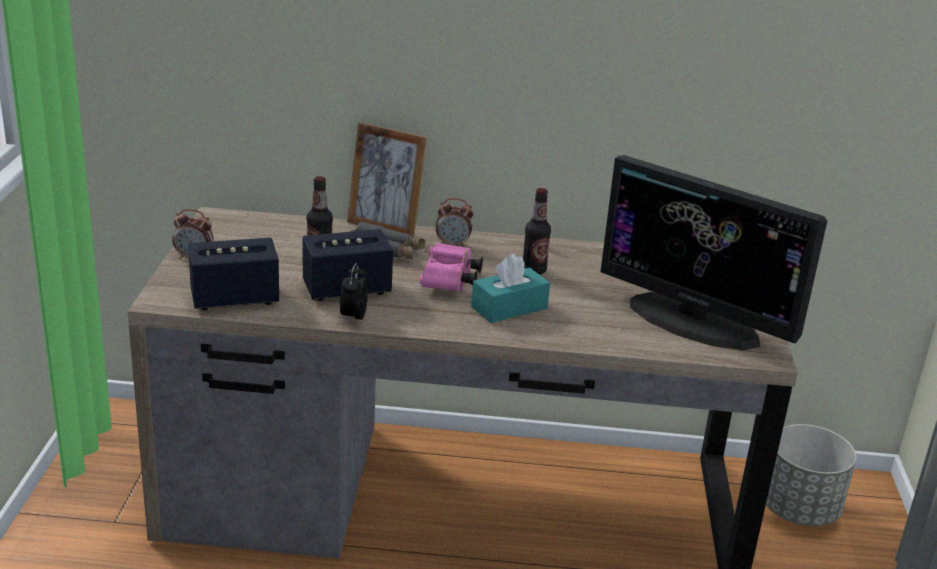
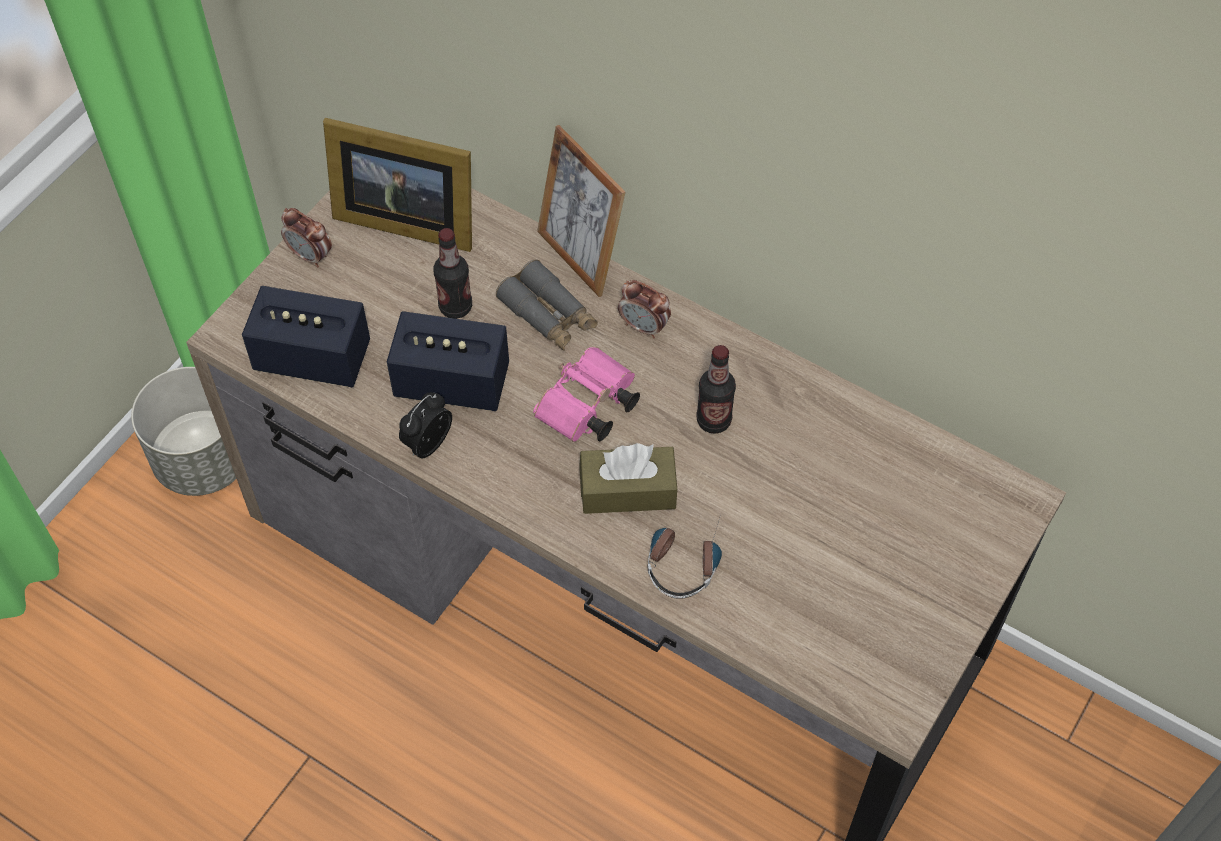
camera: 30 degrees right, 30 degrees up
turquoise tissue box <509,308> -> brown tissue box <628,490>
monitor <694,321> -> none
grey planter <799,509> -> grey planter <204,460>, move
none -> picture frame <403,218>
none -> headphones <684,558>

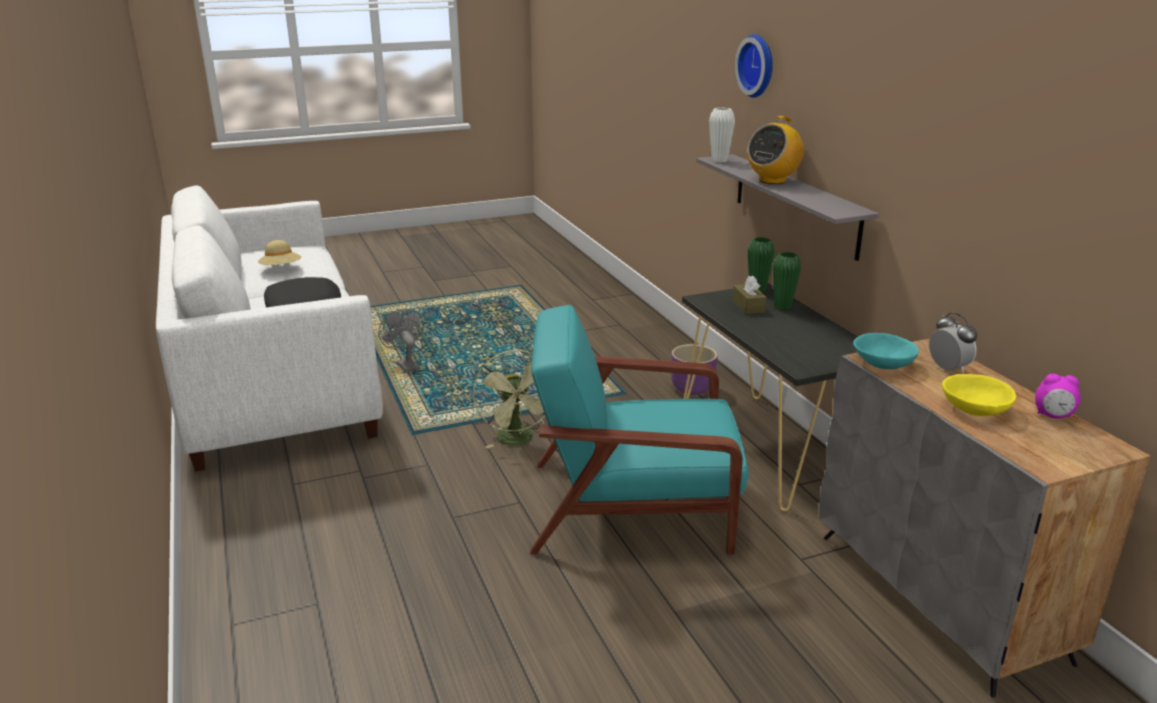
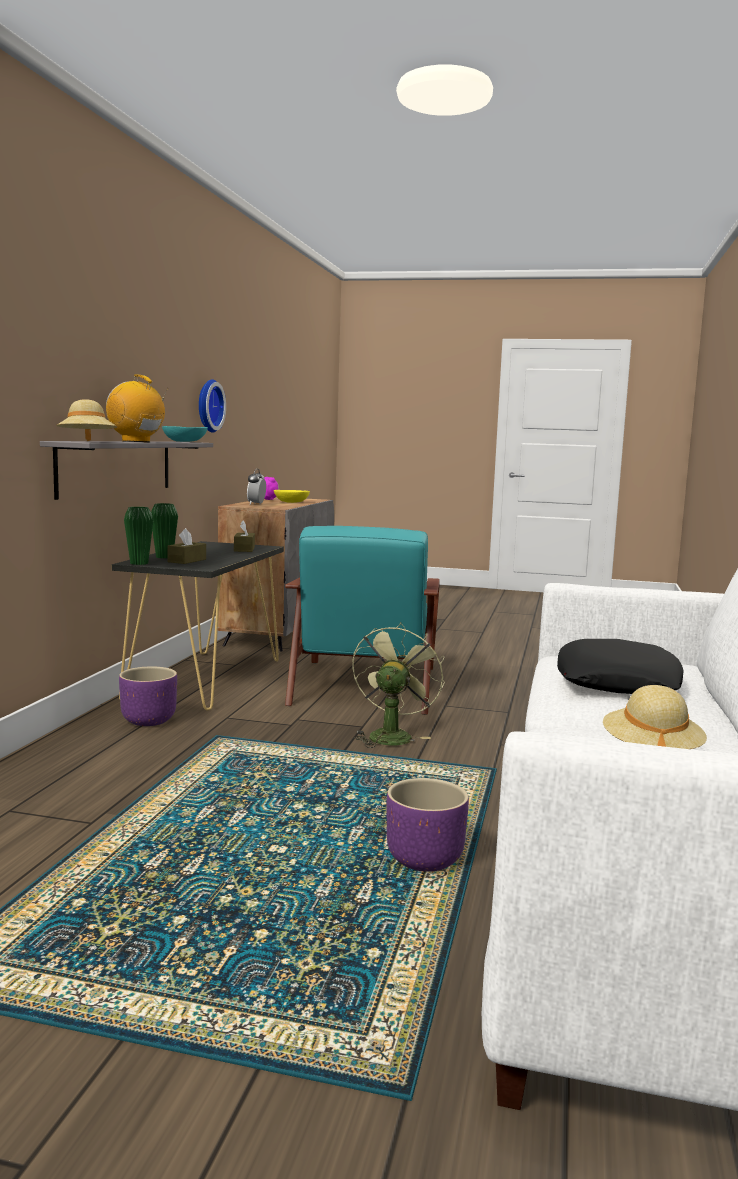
camera: 145 degrees left, 15 degrees down
grey fan <405,365> -> purple planter <425,860>
turquoise armchair <634,506> -> turquoise armchair <365,684>, 60 degrees clockwise
white vase <719,160> -> beige hat <87,441>
wall clock <758,65> -> wall clock <207,406>, move
radio <772,180> -> radio <136,441>, 135 degrees counterclockwise
turquoise bowl <882,363> -> turquoise bowl <185,441>, move
none -> brown tissue box <244,549>

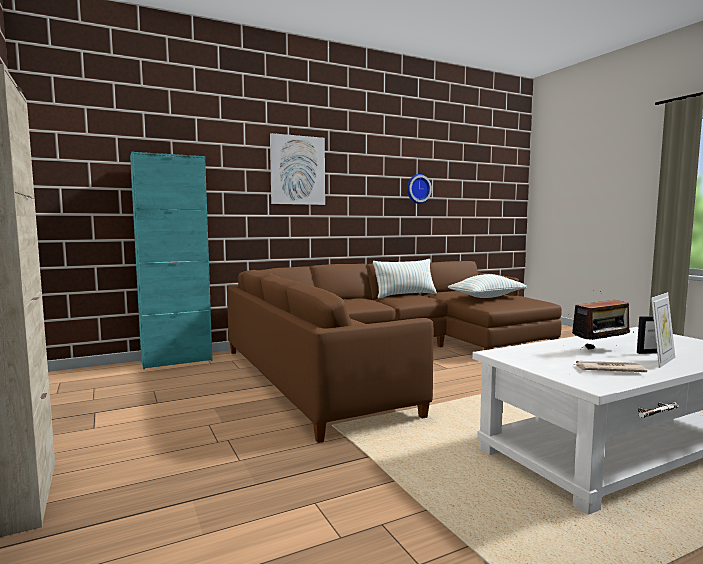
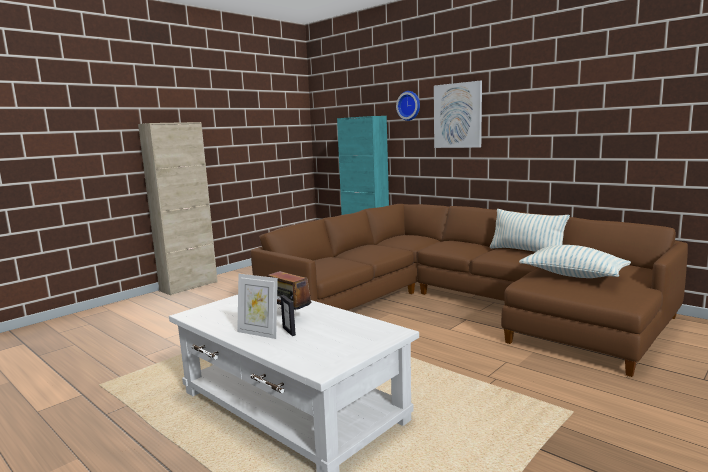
camera: 70 degrees right, 5 degrees up
wall clock <417,189> -> wall clock <409,105>, move
newspaper <607,369> -> none

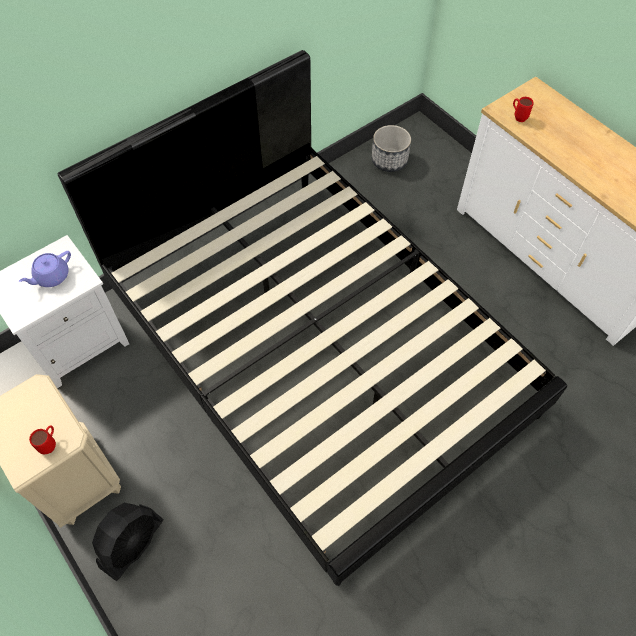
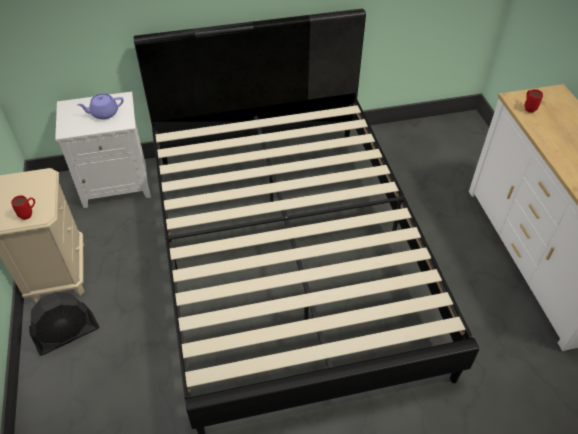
camera: 25 degrees right, 10 degrees down
planter <389,160> -> none

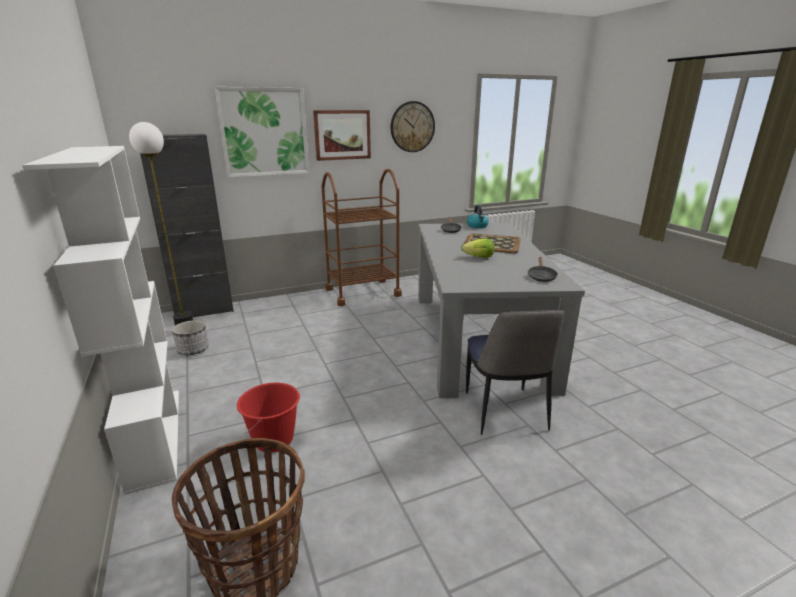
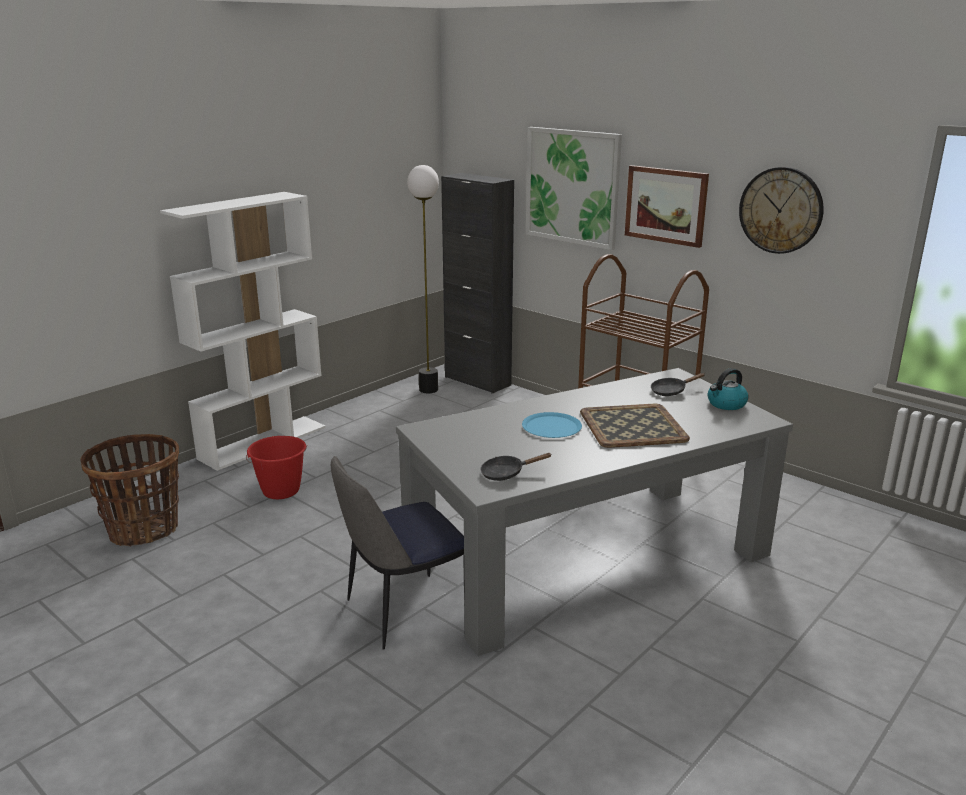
camera: 65 degrees right, 0 degrees up
planter <193,350> -> none
lettuce <479,257> -> blue plate <551,427>

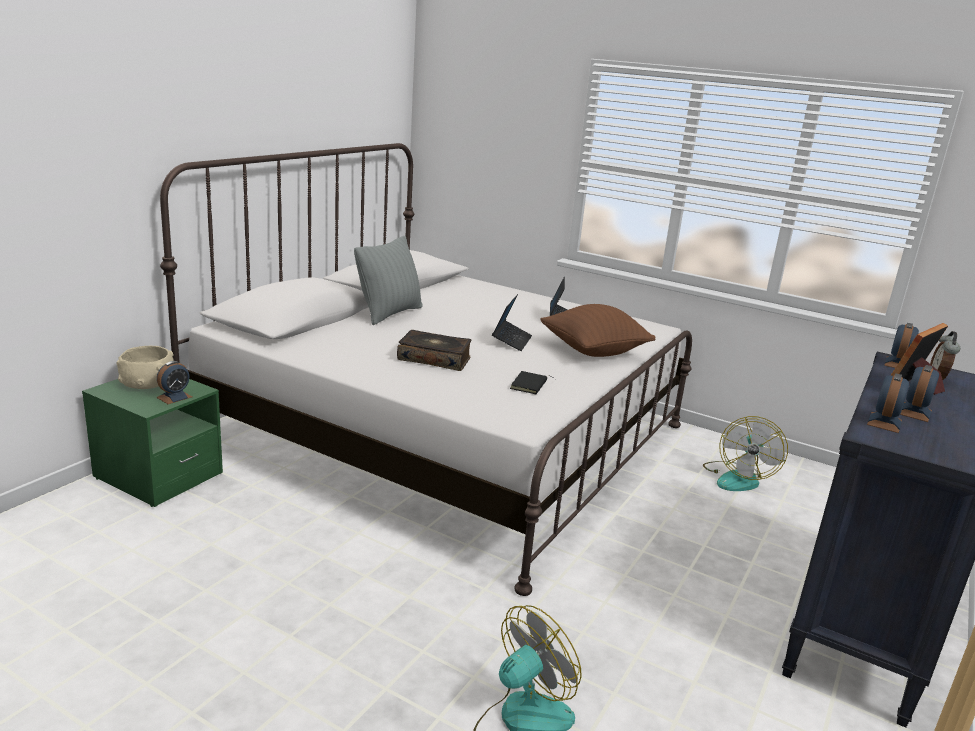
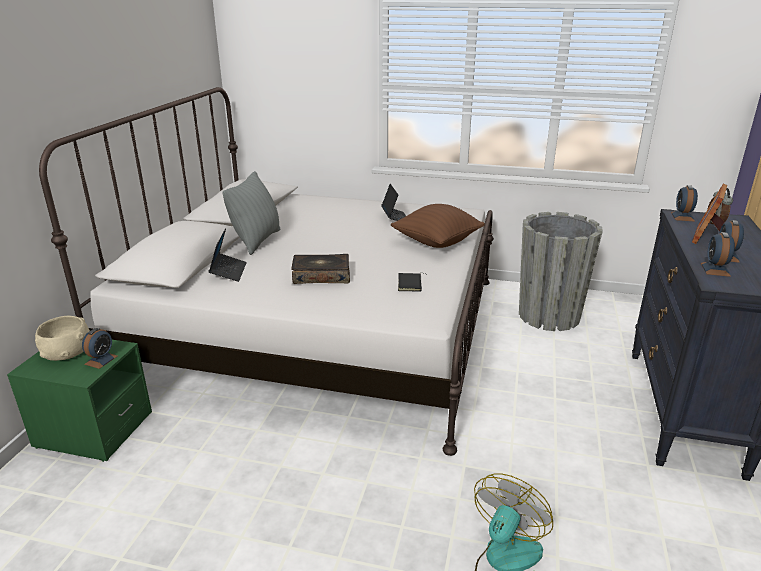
camera: 15 degrees left, 5 degrees up
laptop <511,341> -> laptop <228,272>, move
fan <738,478> -> grey planter <549,315>

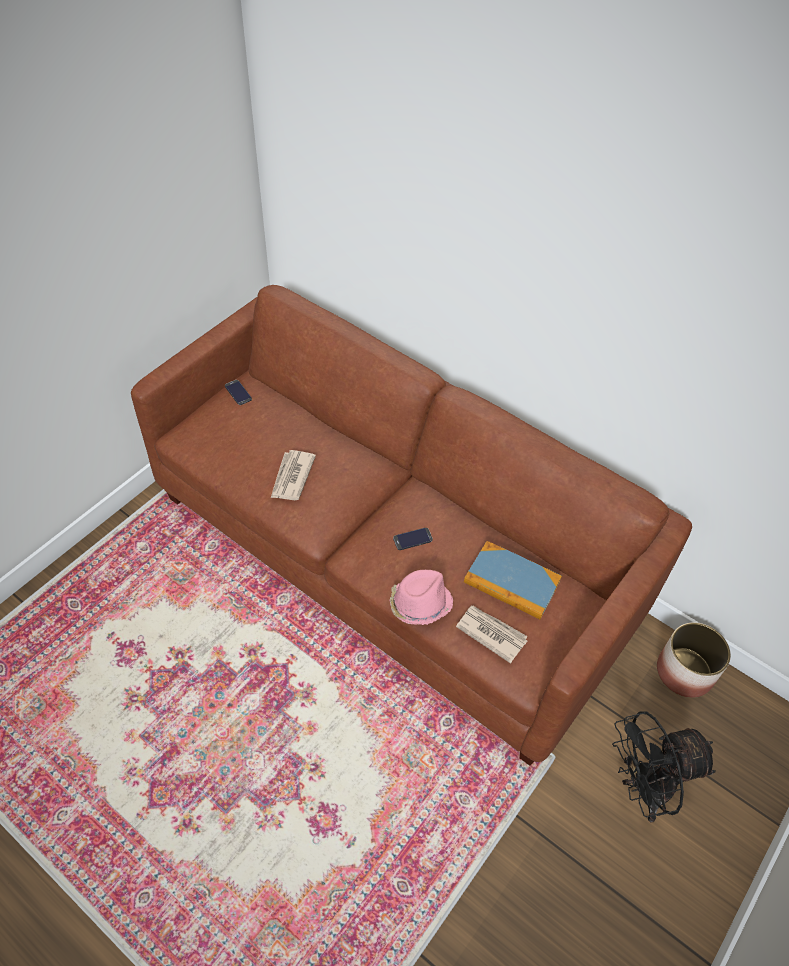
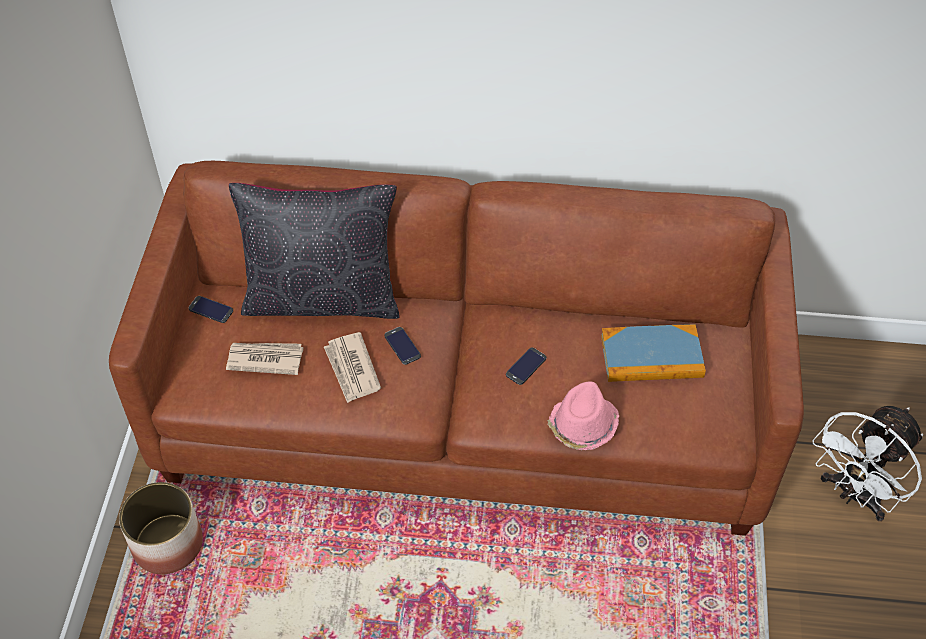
camera: 30 degrees left, 0 degrees up
newspaper <491,633> -> newspaper <264,359>, move
black fan <643,788> -> white fan <854,495>
planter <685,672> -> planter <168,543>, move
none -> black pillow <322,298>
none -> phone <402,346>

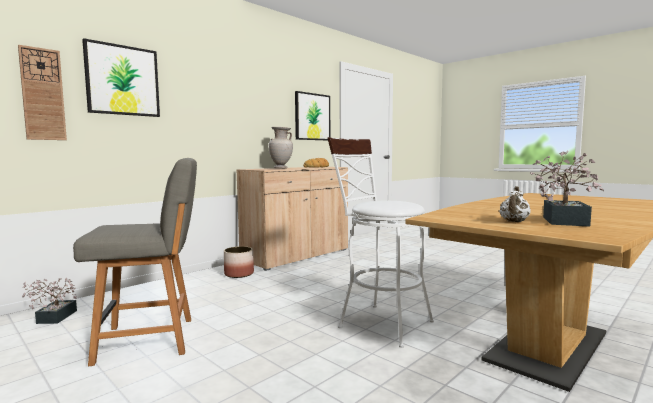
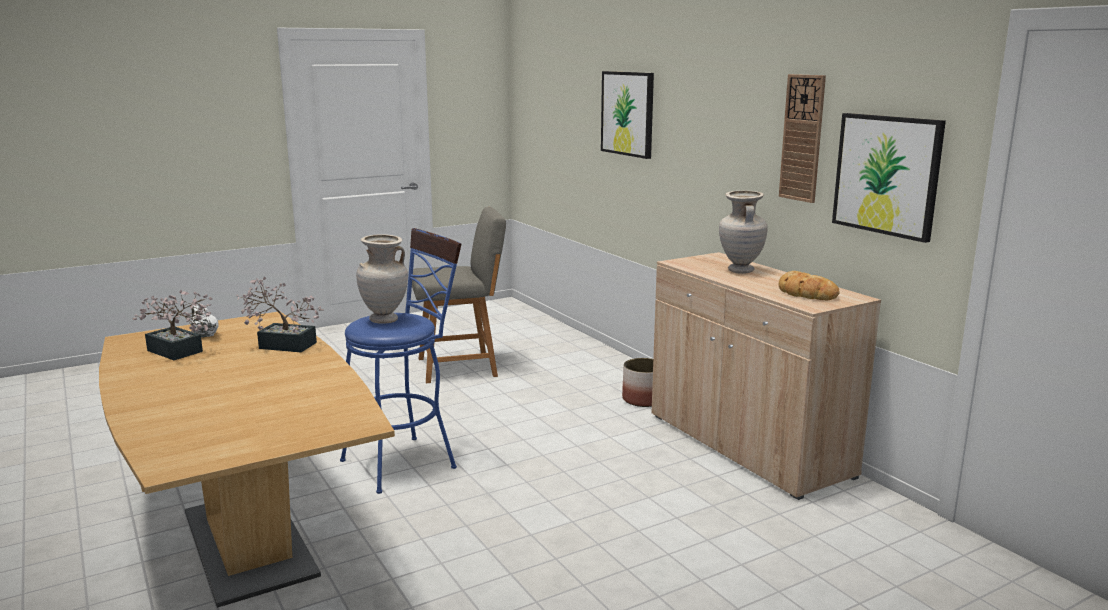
camera: 105 degrees right, 10 degrees up
wall clock <43,94> -> wall clock <802,138>, move
potted plant <53,318> -> potted plant <282,344>, move
grey chair <150,339> -> grey chair <461,367>, 105 degrees counterclockwise
white stool <379,322> -> blue stool <407,461>
none -> beige vase <384,320>

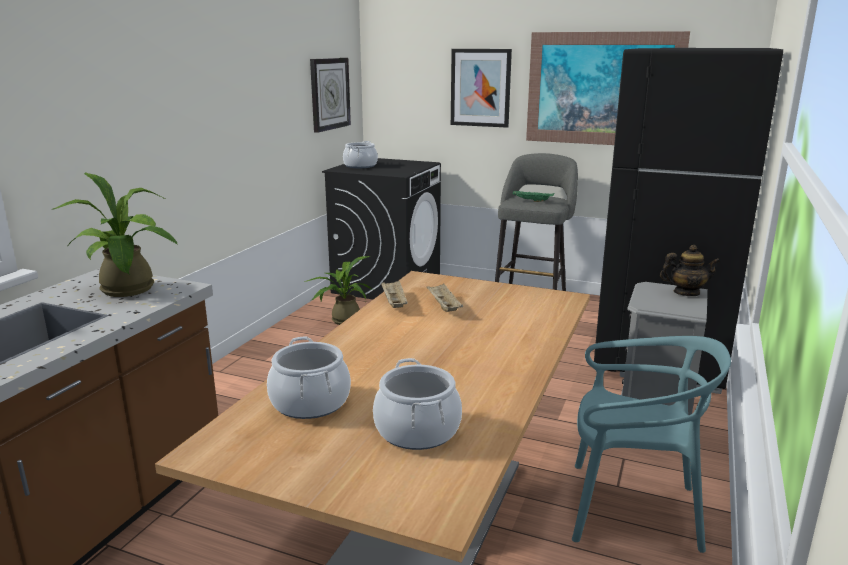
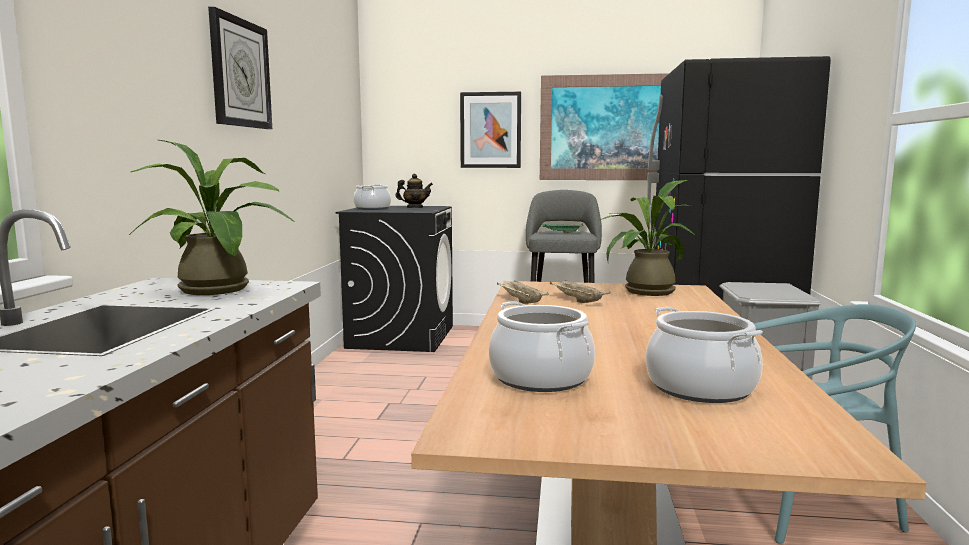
camera: 15 degrees left, 10 degrees down
potted plant <342,320> -> potted plant <643,292>, move
wall clock <329,94> -> wall clock <240,73>, move
teapot <686,293> -> teapot <414,208>, move

